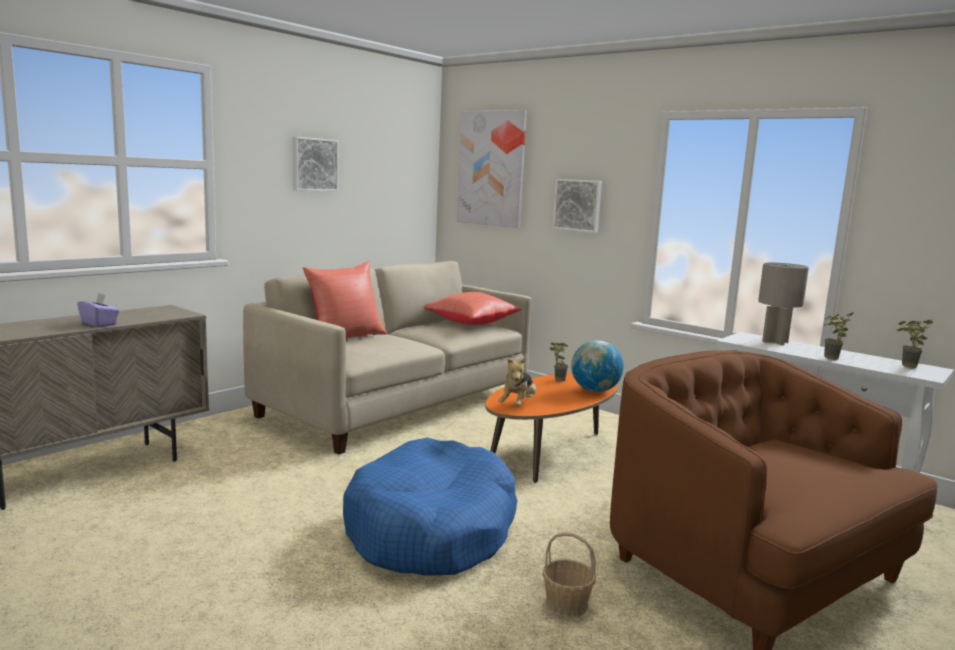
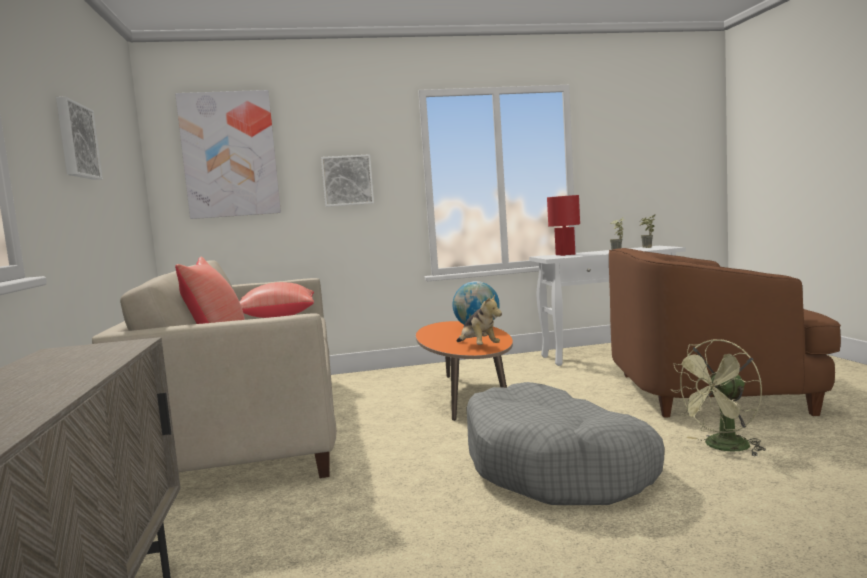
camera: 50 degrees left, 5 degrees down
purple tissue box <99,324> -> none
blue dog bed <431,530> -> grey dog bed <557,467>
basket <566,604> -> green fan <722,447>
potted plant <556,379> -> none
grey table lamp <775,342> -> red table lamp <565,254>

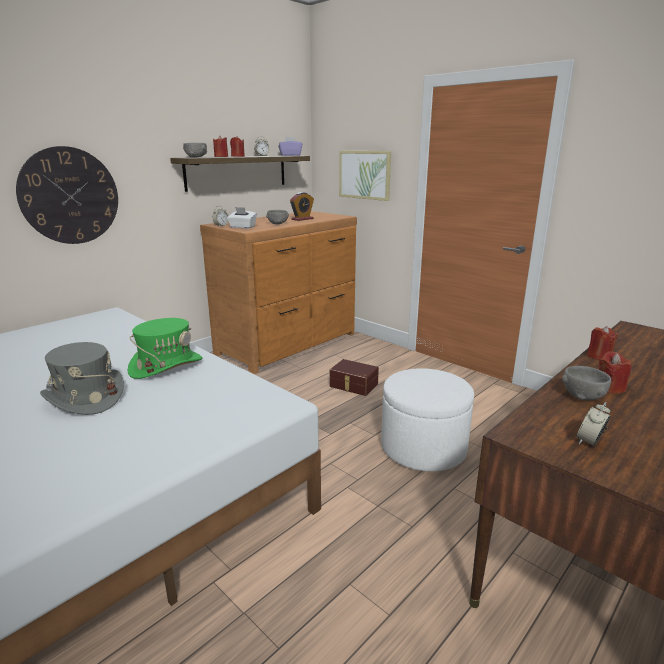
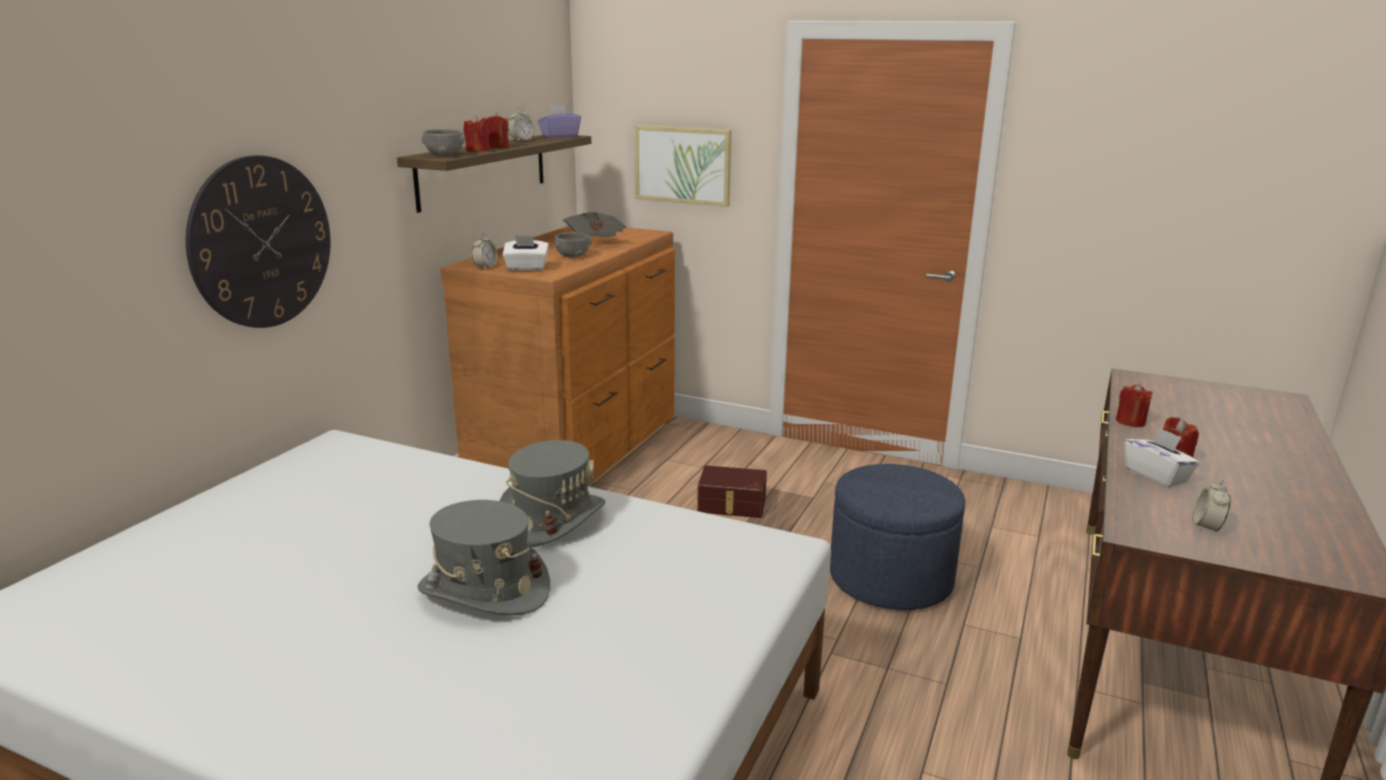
camera: 20 degrees left, 0 degrees up
green hat <166,366> -> grey hat <552,519>
alarm clock <302,219> -> newspaper <596,243>
white ottoman <423,447> -> blue ottoman <890,578>
grey bowl <582,396> -> white tissue box <1156,476>

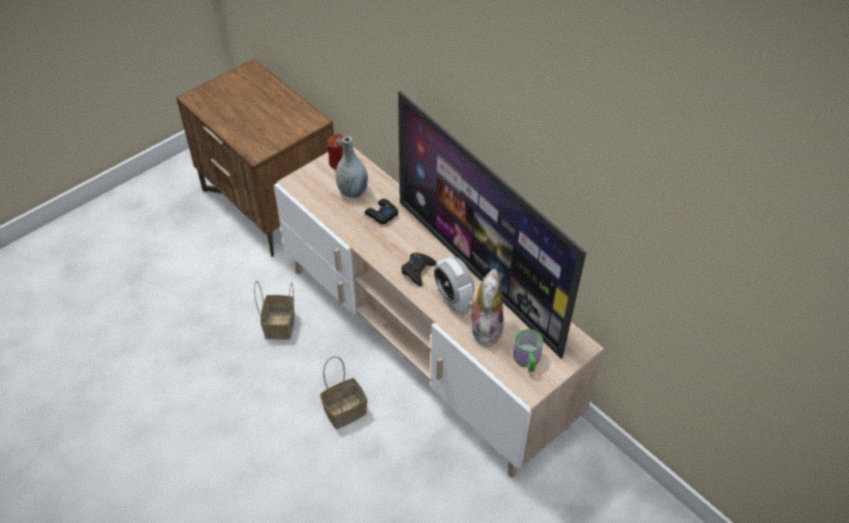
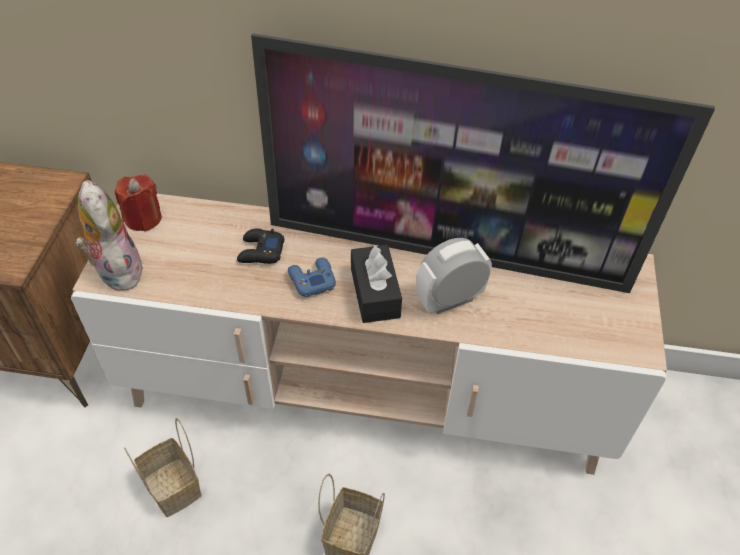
camera: 40 degrees left, 0 degrees up
grey vase <352,191> -> none
black game controller <418,271> -> black tissue box <375,293>
alarm clock <453,299> -> alarm clock <450,300>, 135 degrees clockwise
plush toy <484,328> -> plush toy <116,270>, move
mug <527,360> -> none
none -> blue game controller <311,280>

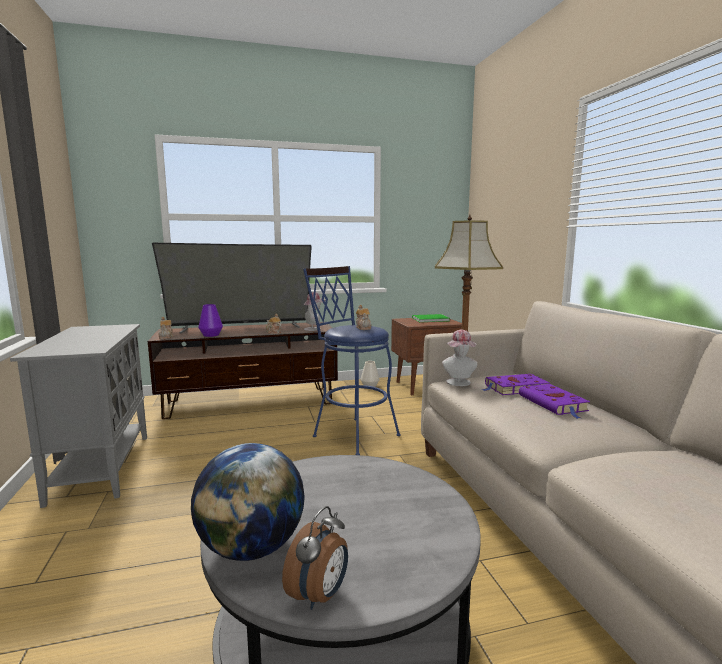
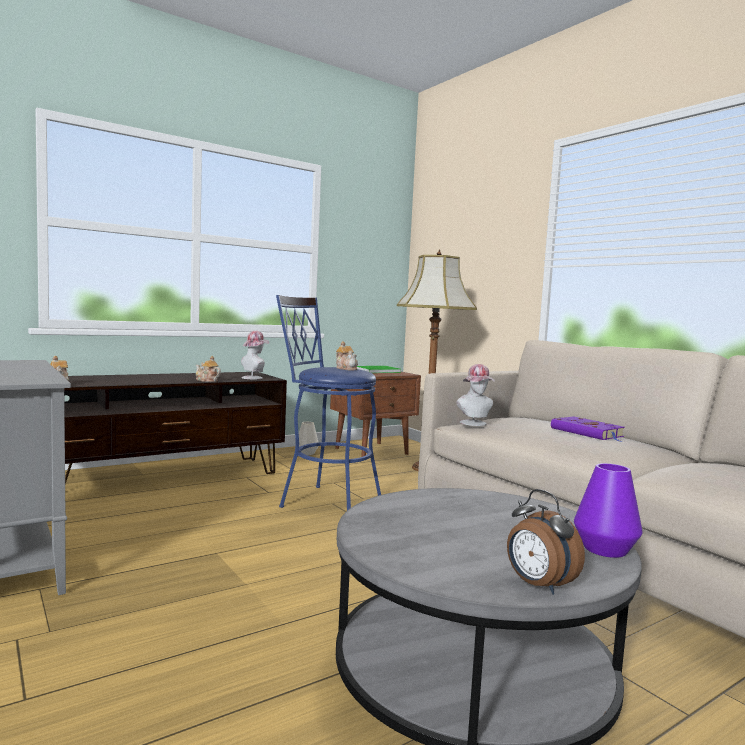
camera: 20 degrees left, 5 degrees down
television <240,328> -> none
globe <252,548> -> none
purple vase <211,335> -> purple vase <605,549>, move
alarm clock <320,595> -> alarm clock <538,585>, 135 degrees clockwise
purple book <515,388> -> none

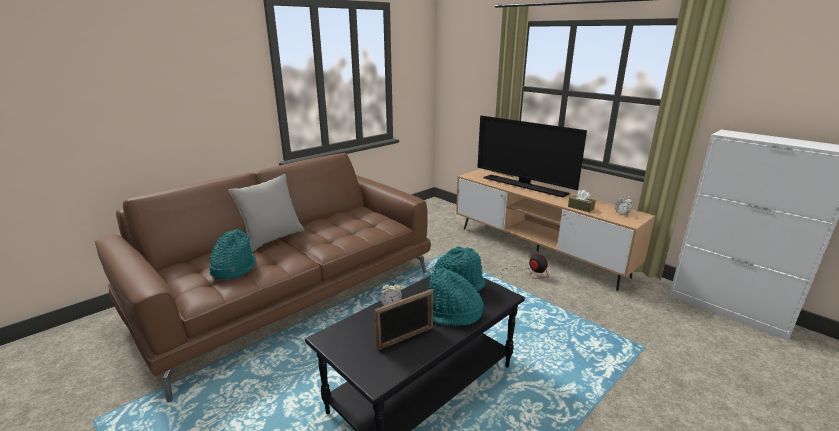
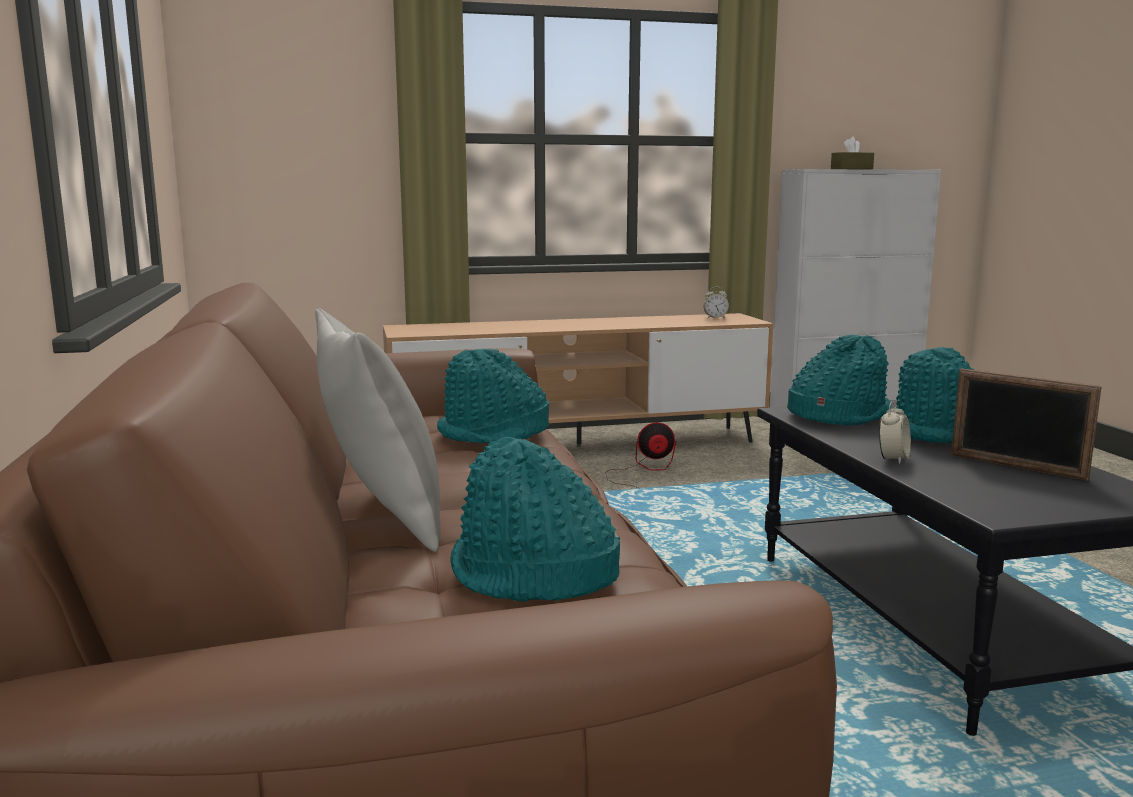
camera: 60 degrees left, 10 degrees down
picture frame <405,338> -> picture frame <1016,467>, 135 degrees clockwise
television <524,186> -> none
brown tissue box <580,208> -> brown tissue box <851,169>, move
none -> turquoise hat <494,434>

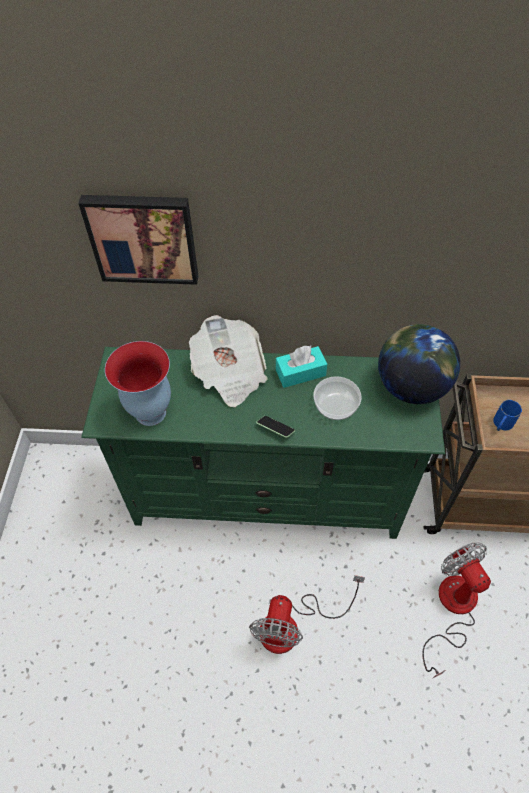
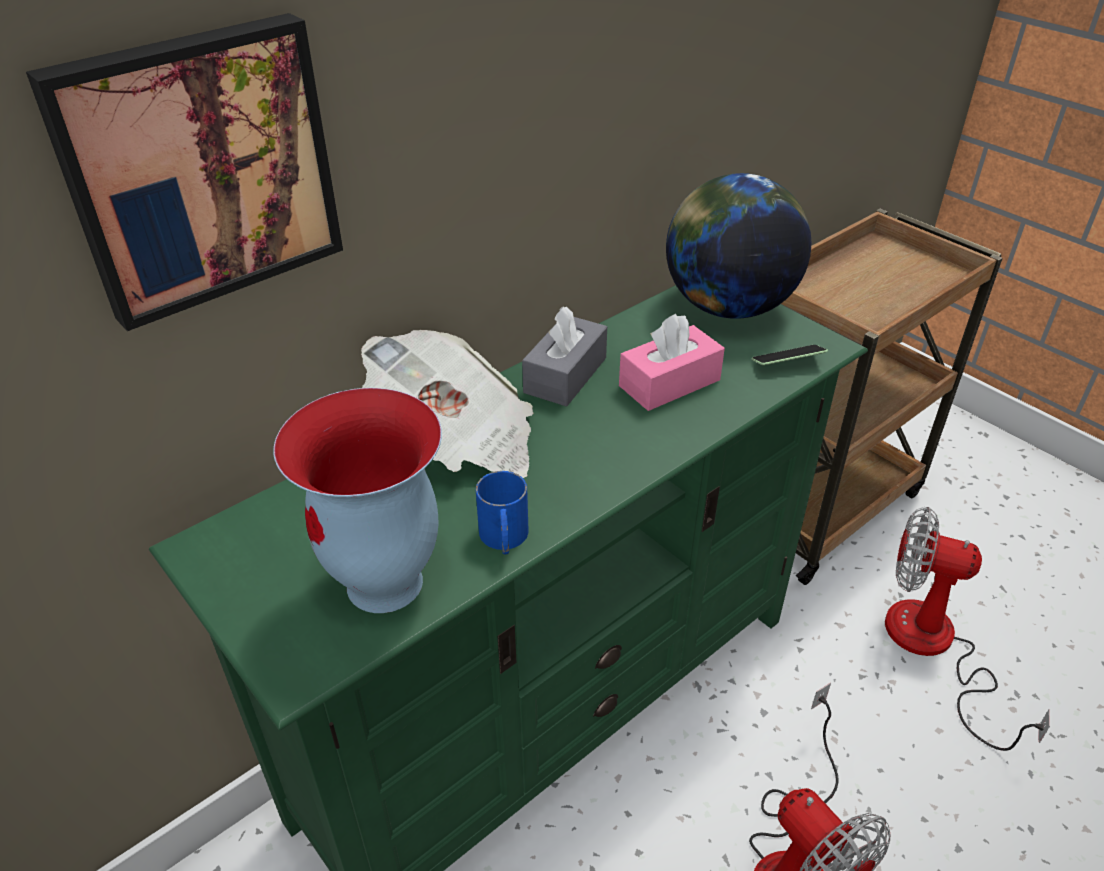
camera: 45 degrees left, 15 degrees down
phone <275,429> -> phone <787,363>, move
turquoise tissue box <300,373> -> grey tissue box <565,375>
bowl <335,406> -> pink tissue box <669,383>
blue mug <501,424> -> blue mug <504,539>, move

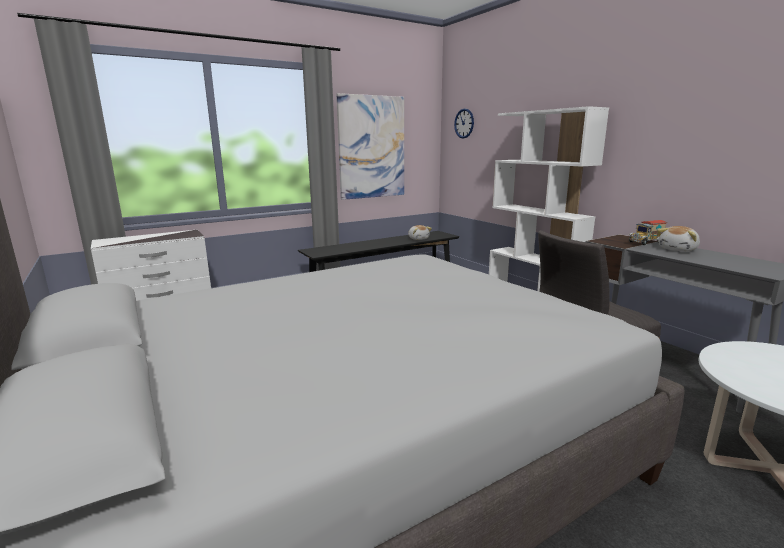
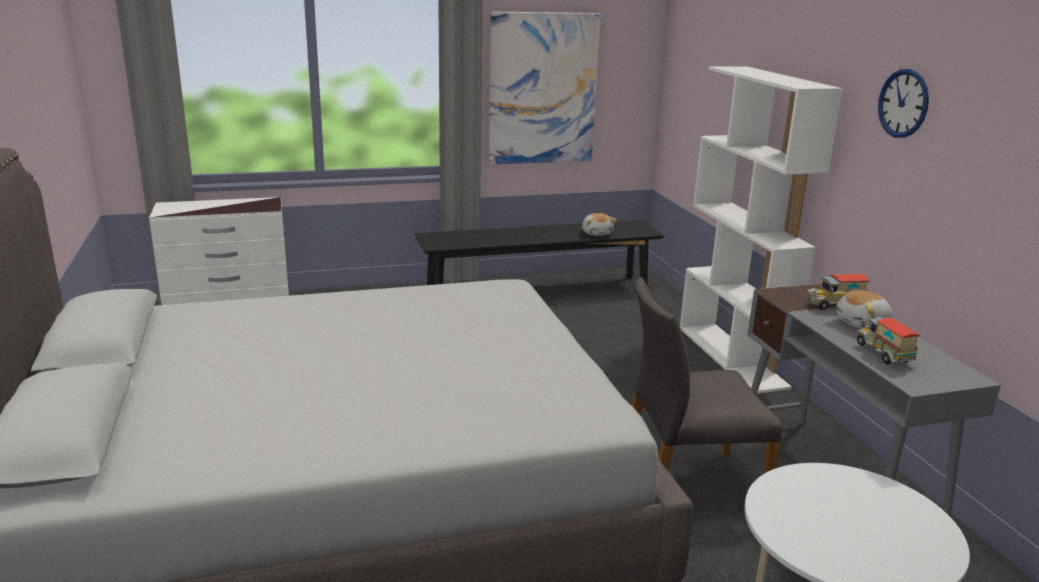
camera: 15 degrees right, 5 degrees up
wall clock <464,123> -> wall clock <903,103>, move
none -> toy truck <884,355>

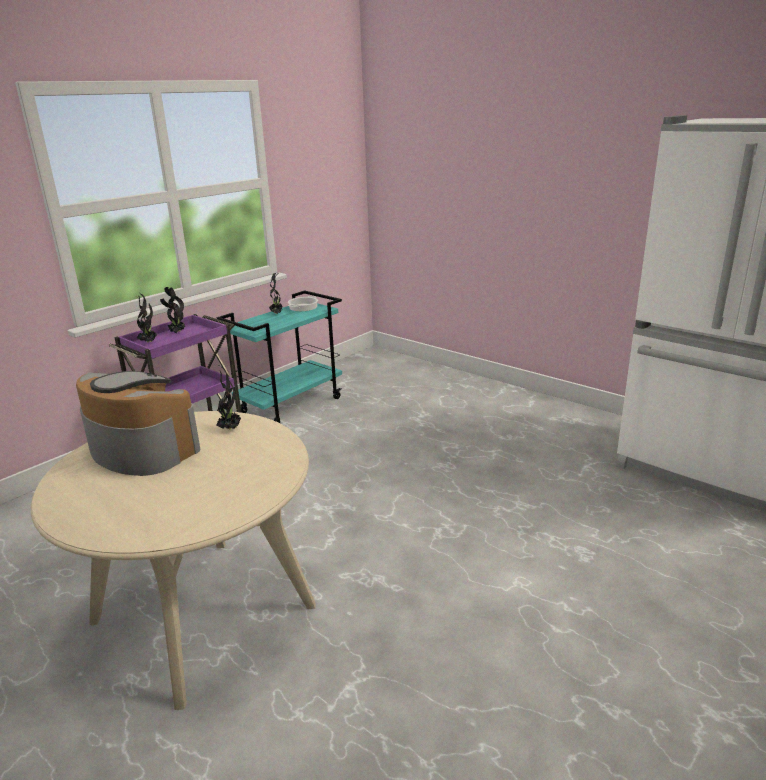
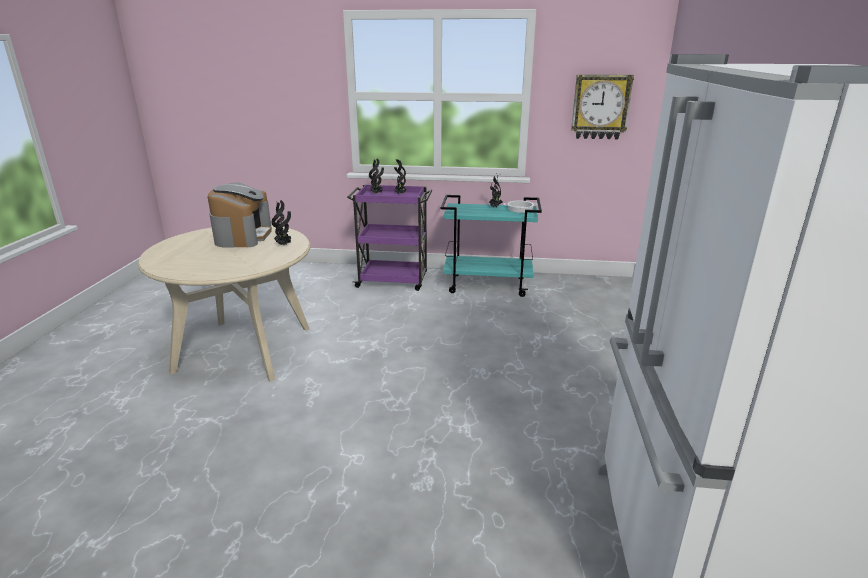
camera: 55 degrees right, 0 degrees up
none -> wall clock <600,107>

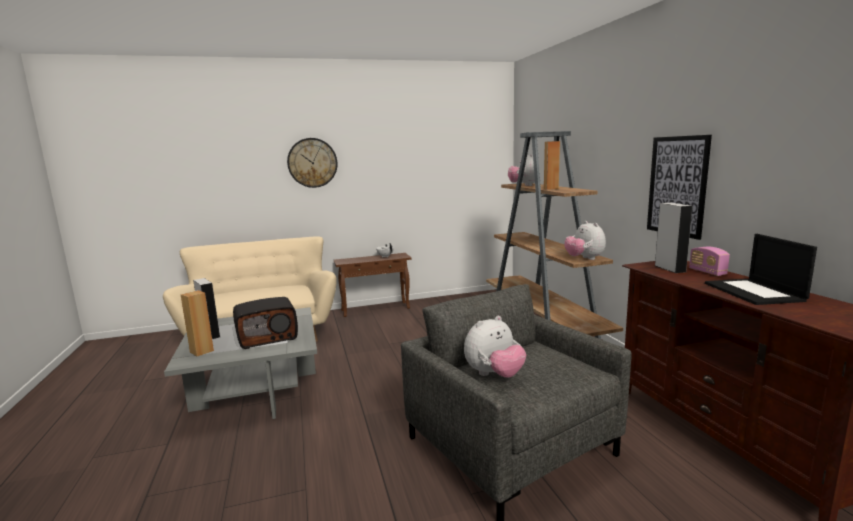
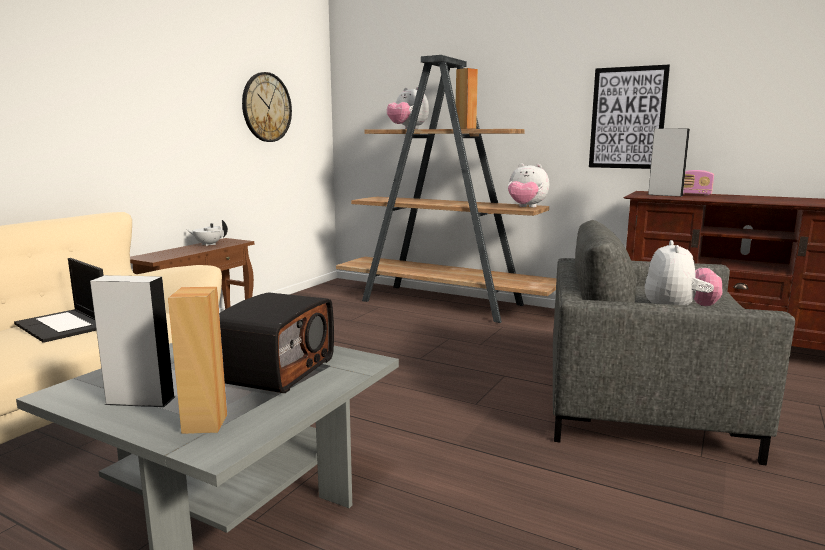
camera: 45 degrees left, 0 degrees up
wall clock <312,163> -> wall clock <266,107>, move
laptop <754,292> -> laptop <63,326>, move

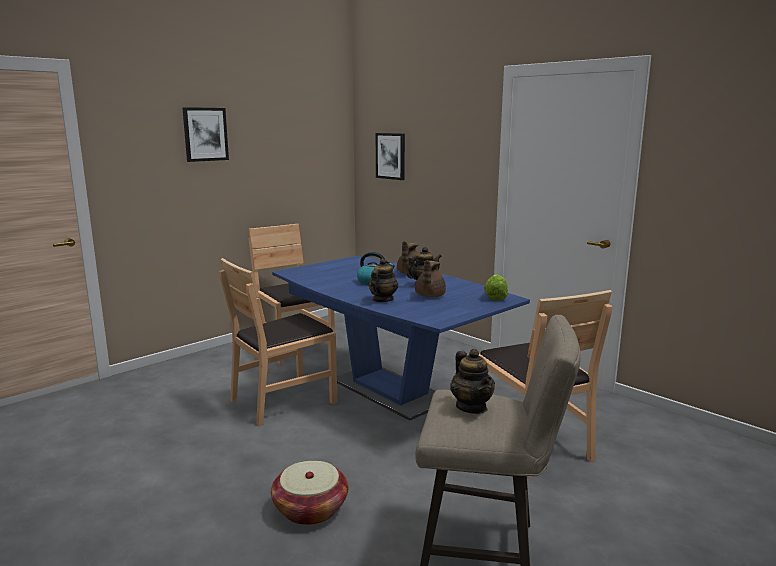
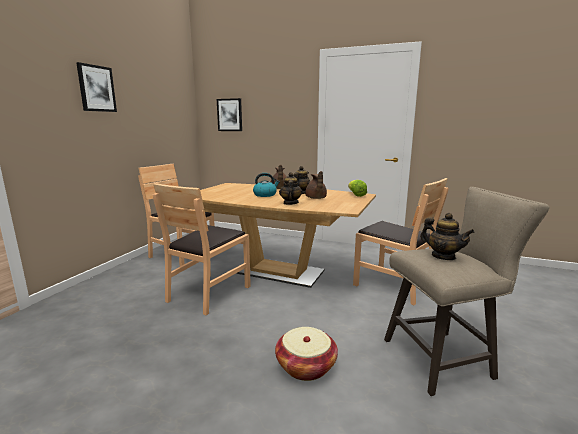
camera: 25 degrees left, 0 degrees up
blue dining table <389,391> -> brown dining table <278,272>

